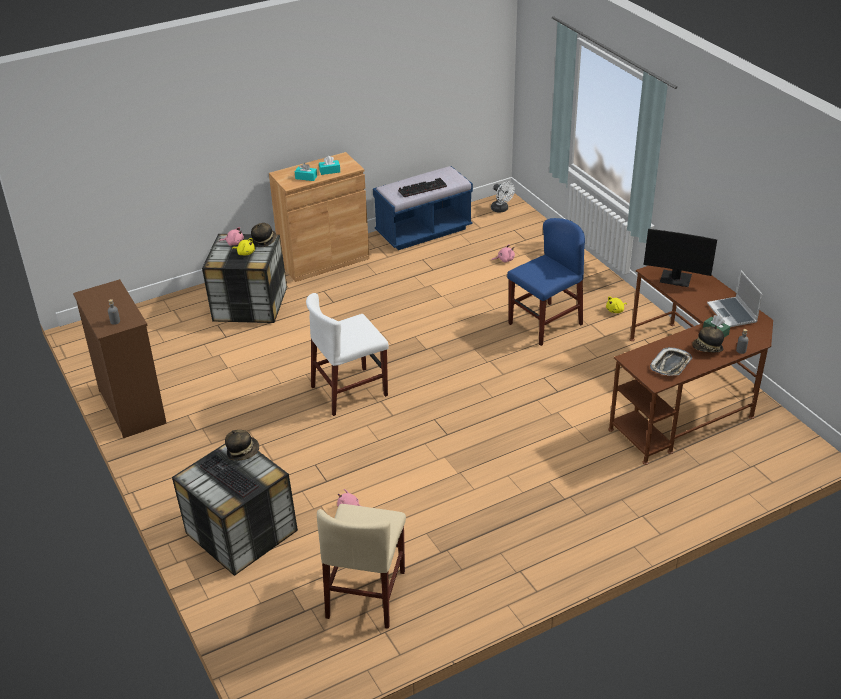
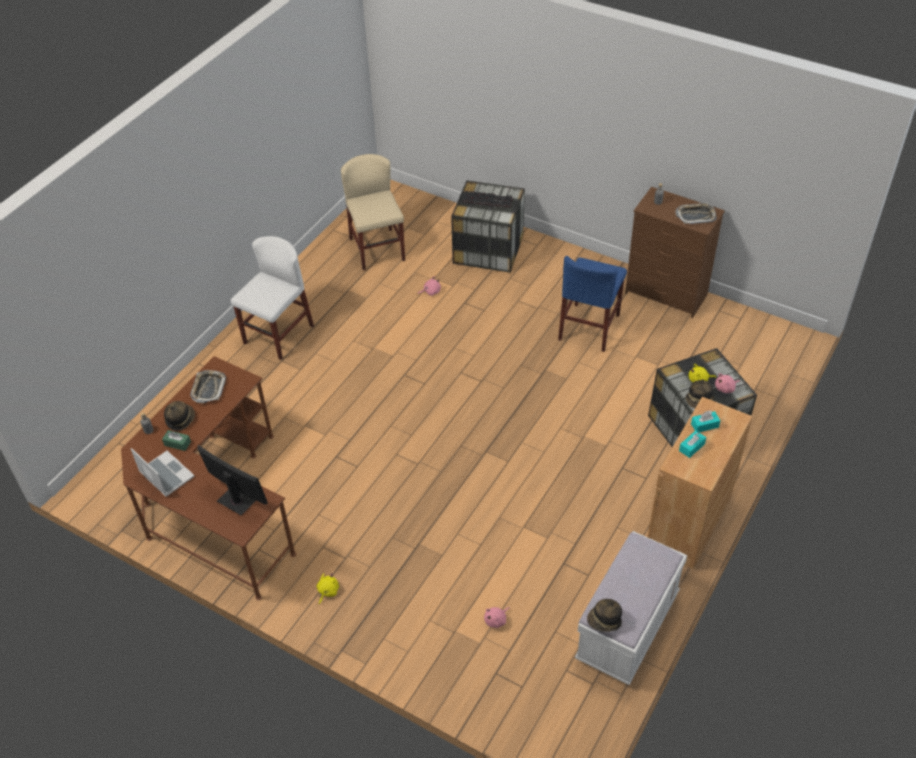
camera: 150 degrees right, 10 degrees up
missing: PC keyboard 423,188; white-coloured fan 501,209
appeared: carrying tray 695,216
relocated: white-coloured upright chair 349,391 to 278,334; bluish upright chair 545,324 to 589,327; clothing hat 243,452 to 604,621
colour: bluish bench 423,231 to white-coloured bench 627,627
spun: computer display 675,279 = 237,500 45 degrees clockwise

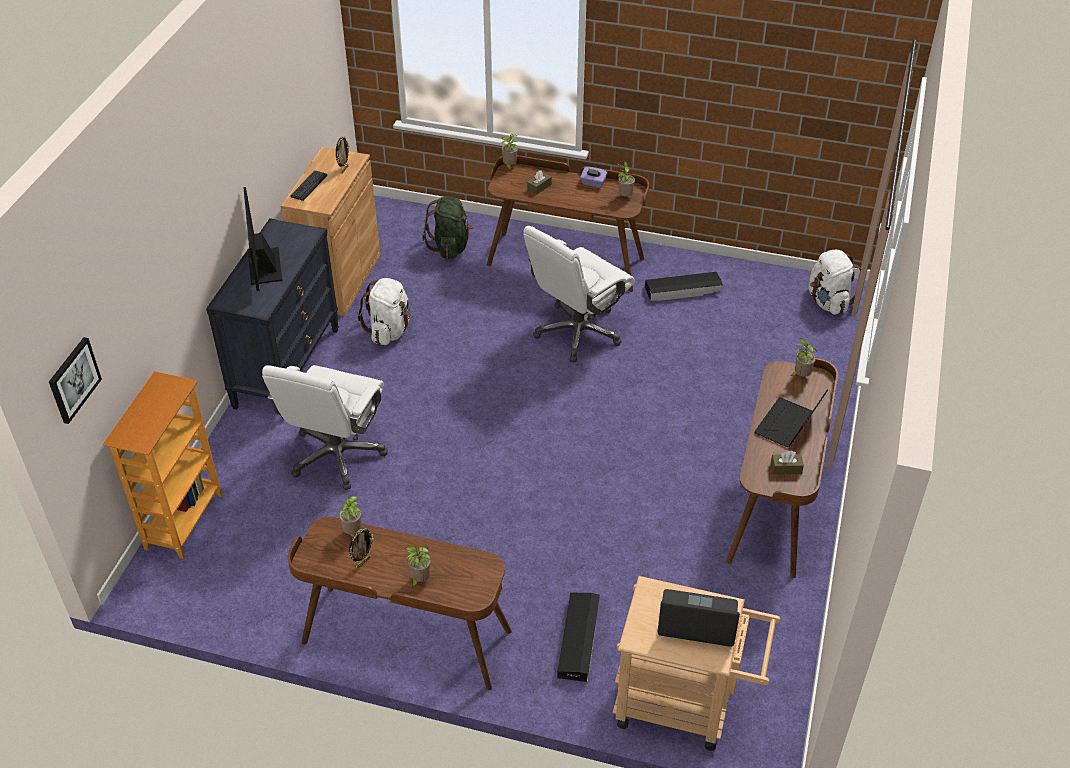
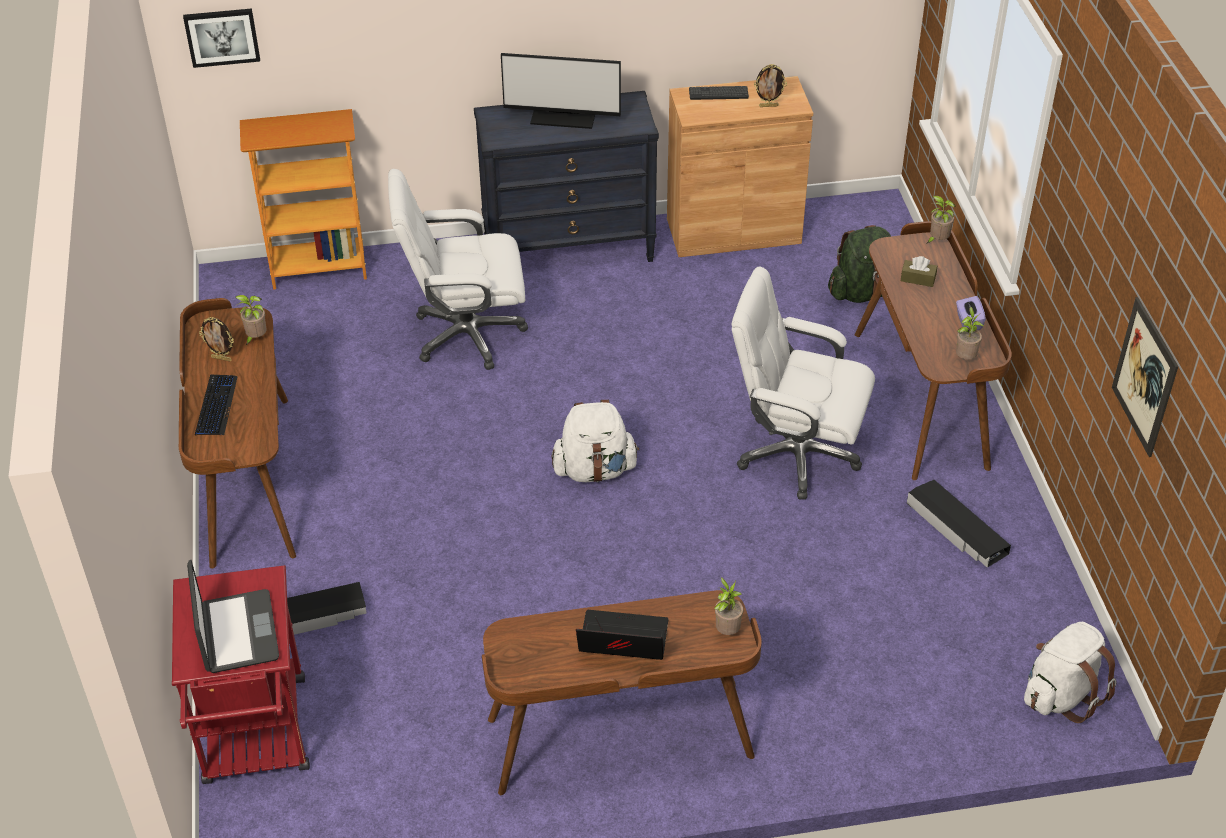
camera: 65 degrees right, 0 degrees up
missing: brown-coloured tissue box 786,468
appeared: wall art 1144,377
relocated: white-coloured knapsack 389,330 to 595,470
exchanged: houseplant 420,580 to PC keyboard 216,406
colour: beige cart 685,705 to reddish cart 256,740
spun: computer display 263,266 = 563,117 135 degrees counterclockwise

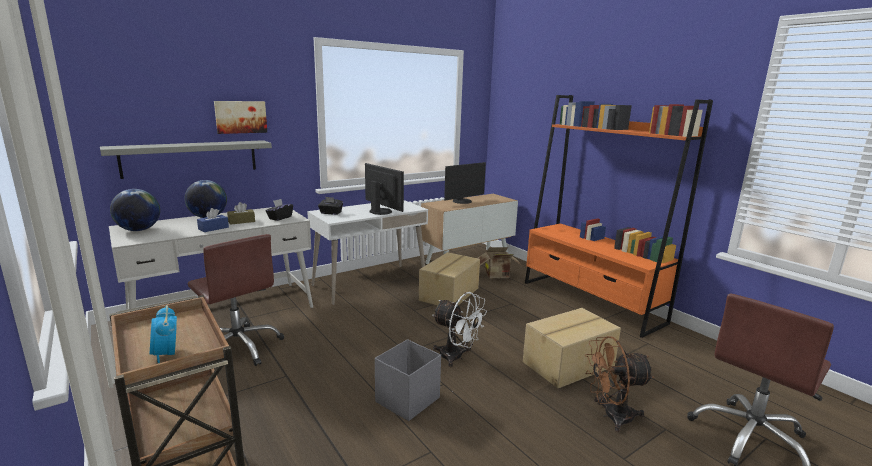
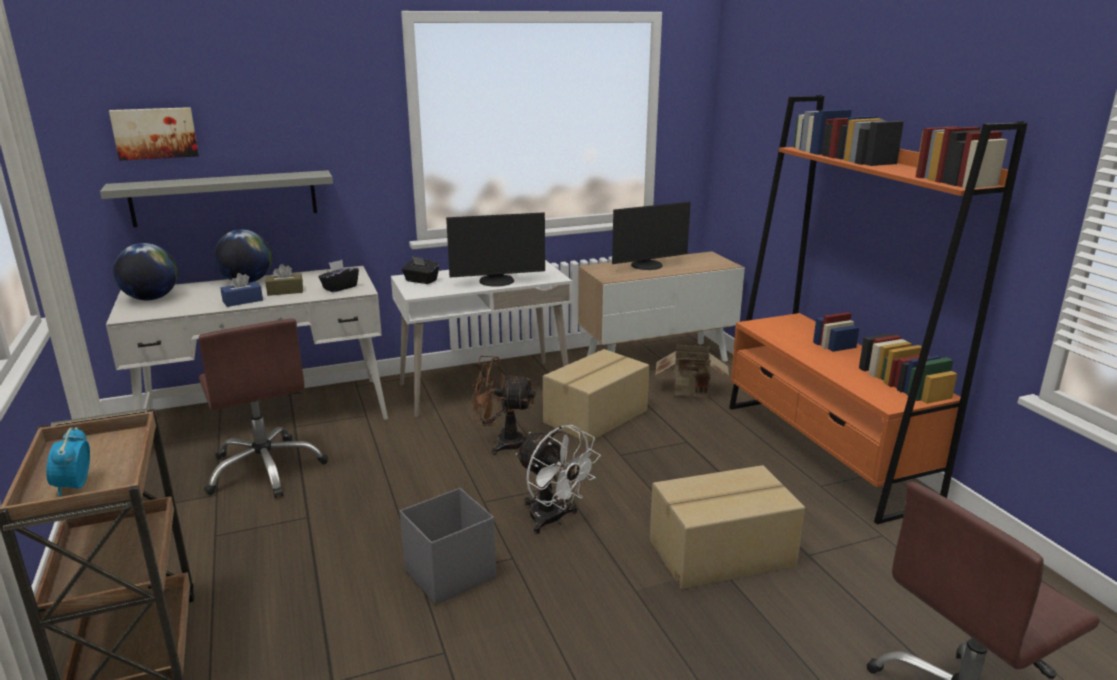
camera: 15 degrees right, 5 degrees up
relocated: wall art 240,117 to 155,133; brown-coloured fan 611,416 to 502,443
spun: computer display 381,211 = 497,281 105 degrees clockwise

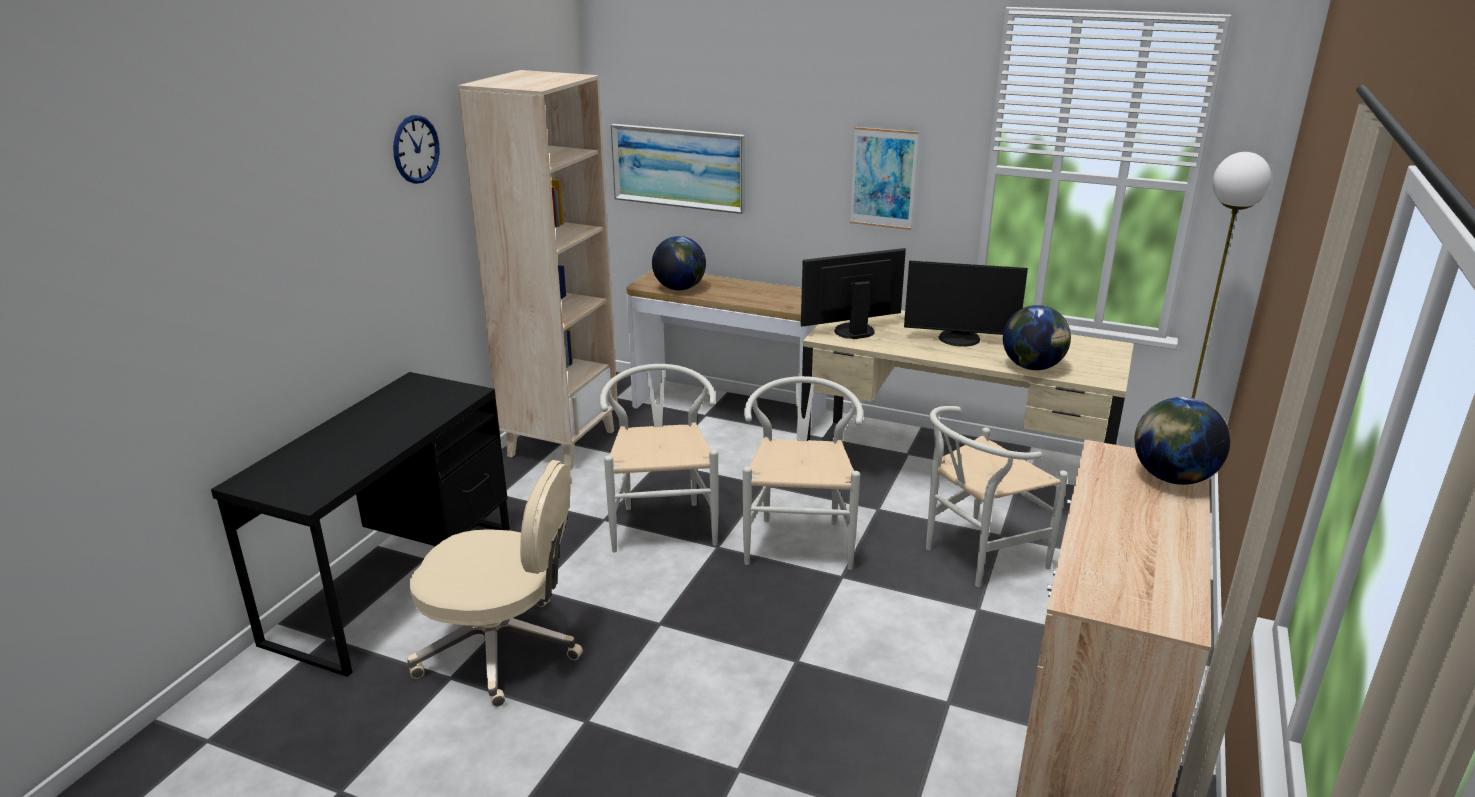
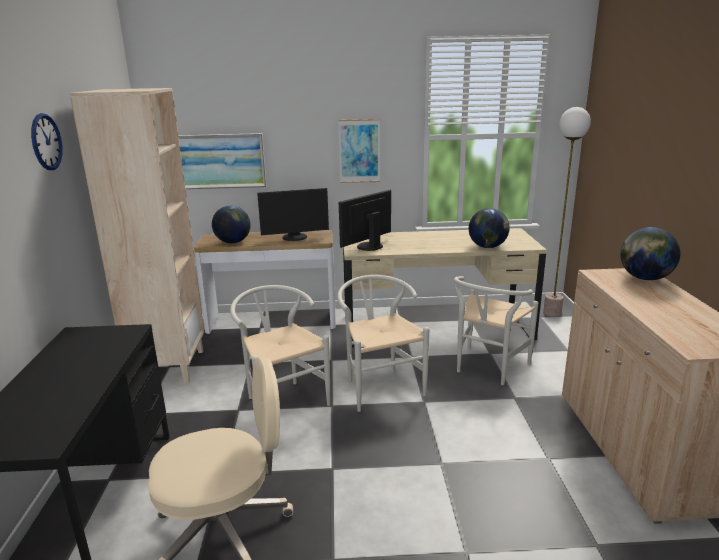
camera: 25 degrees left, 5 degrees down
relocated: computer display 959,339 to 295,238

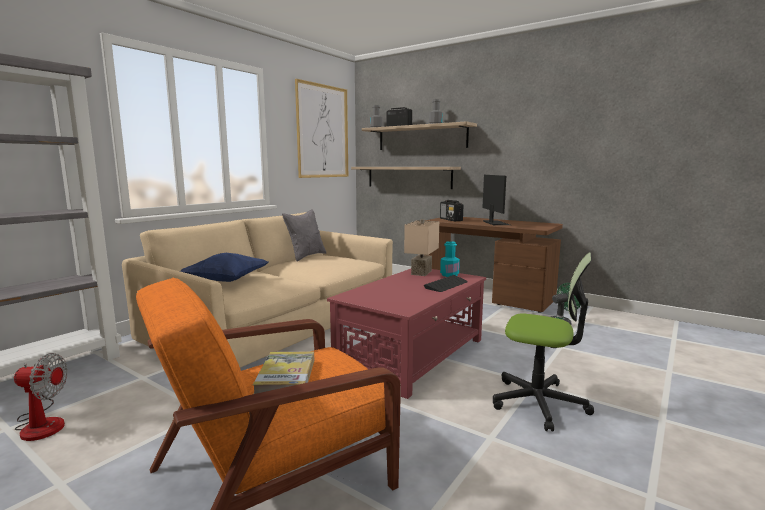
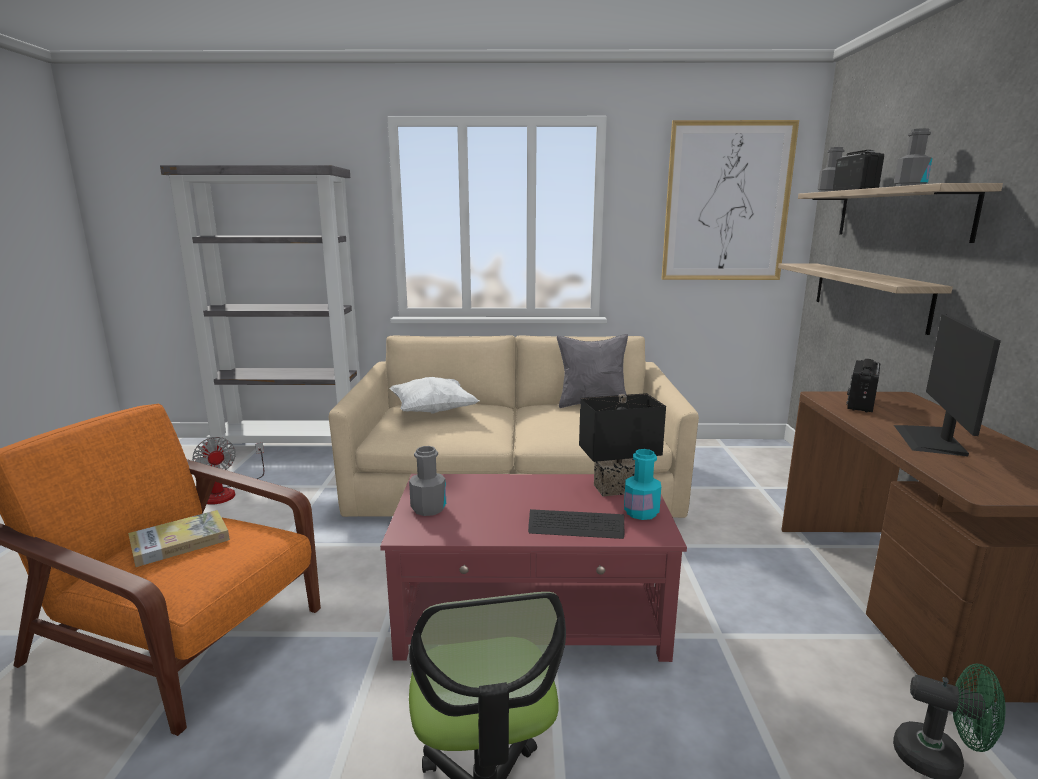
camera: 55 degrees right, 5 degrees up
appeared: grey drink bottle 428,508
colour: bluish cushion 227,280 to white-coloured cushion 433,411; beige tabletop lamp 420,272 to black tabletop lamp 617,487
spun: computer display 495,223 = 931,440 150 degrees clockwise

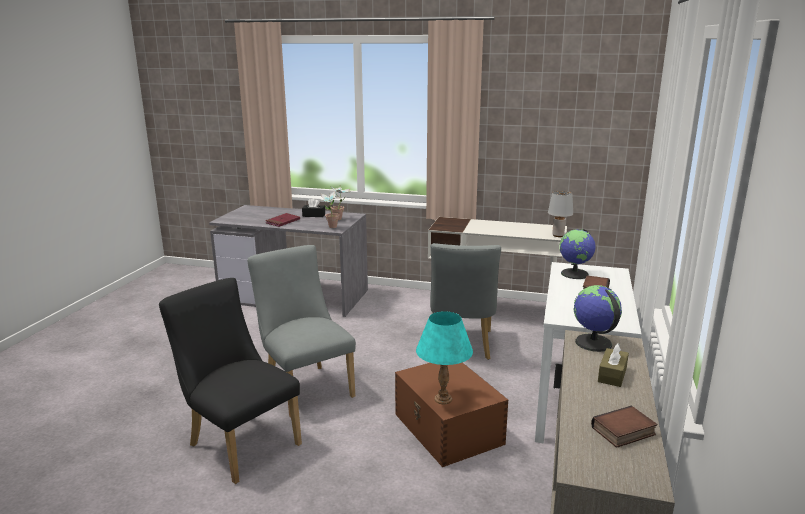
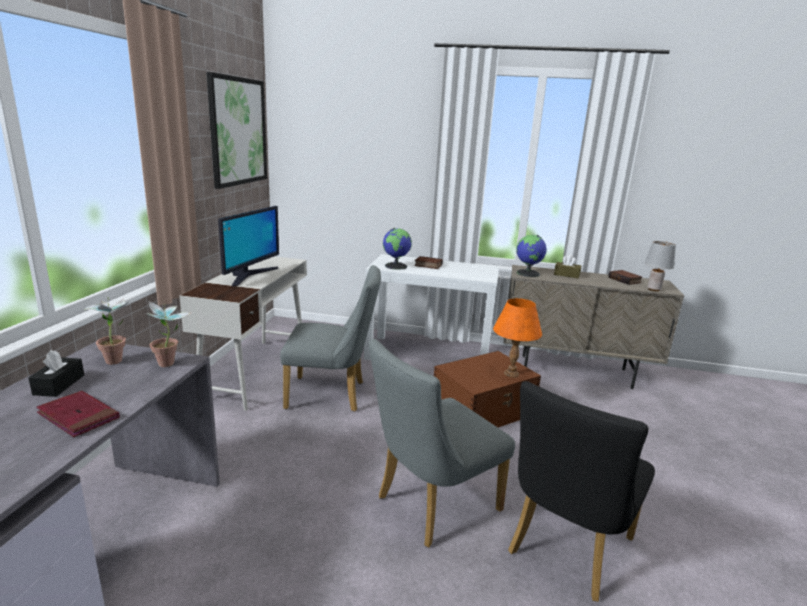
camera: 95 degrees left, 0 degrees up
appeared: wall art 238,131; computer display 249,275
relocated: grey tabletop lamp 558,235 to 653,289
colour: turquoise-coloured tabletop lamp 442,399 to orangey tabletop lamp 511,374

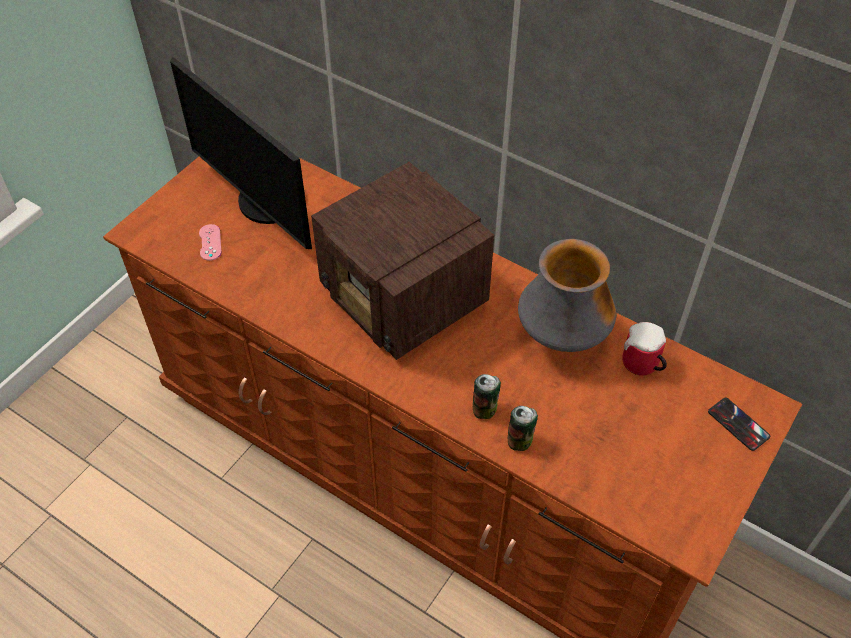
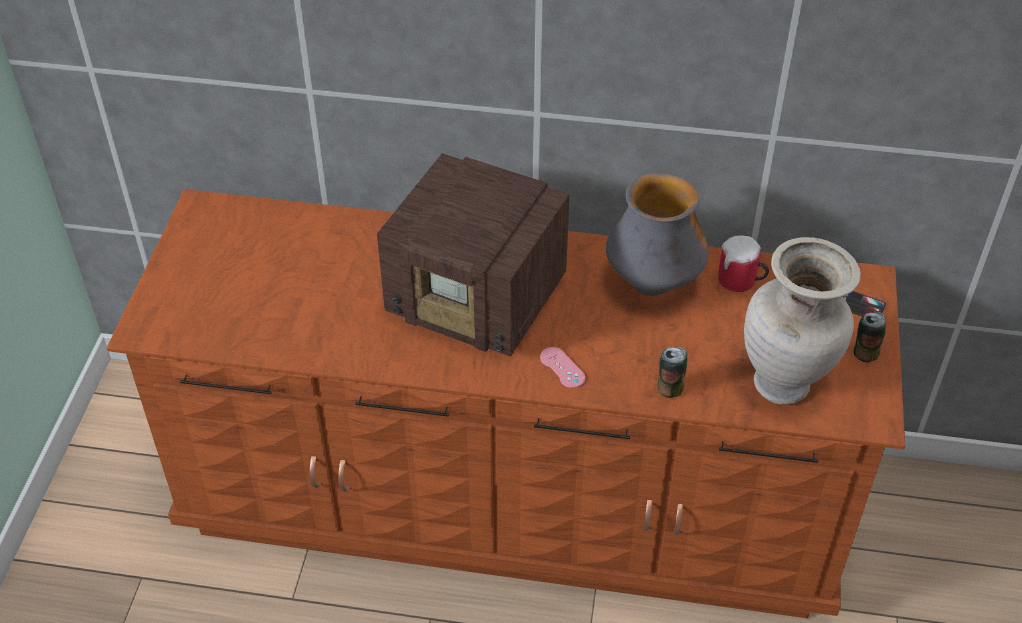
camera: 25 degrees left, 5 degrees down
missing: computer display 265,204
appeared: beige vase 784,386
relocated: pinkish joypad 210,242 to 562,368; sealed can 485,409 to 865,352

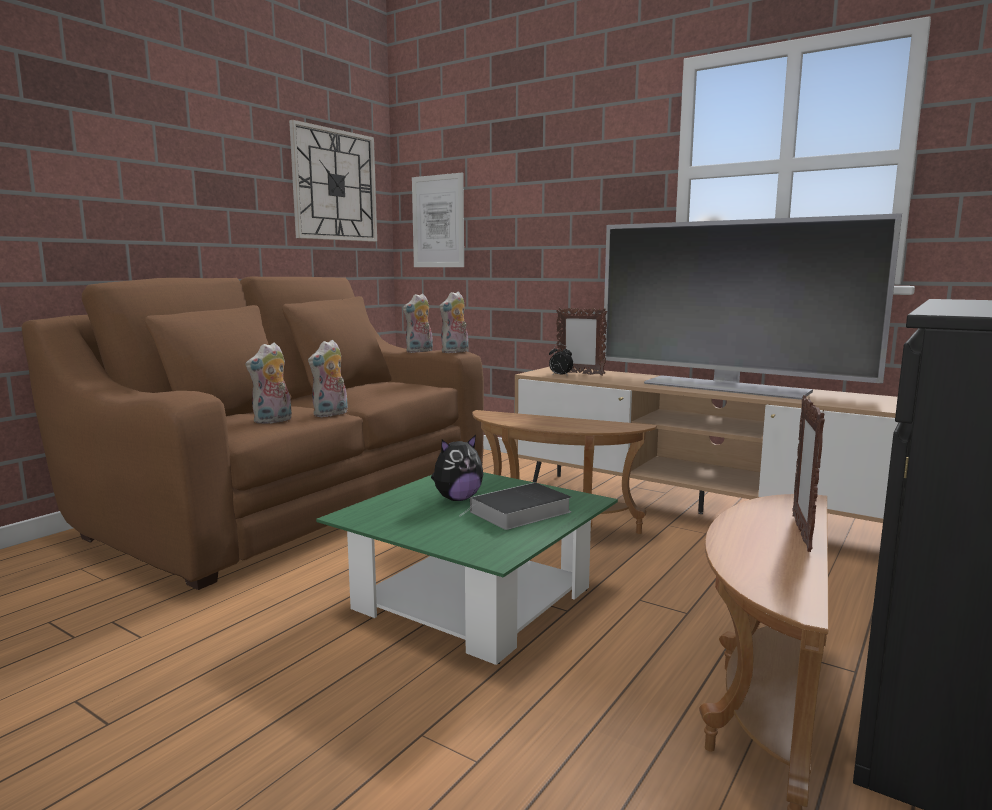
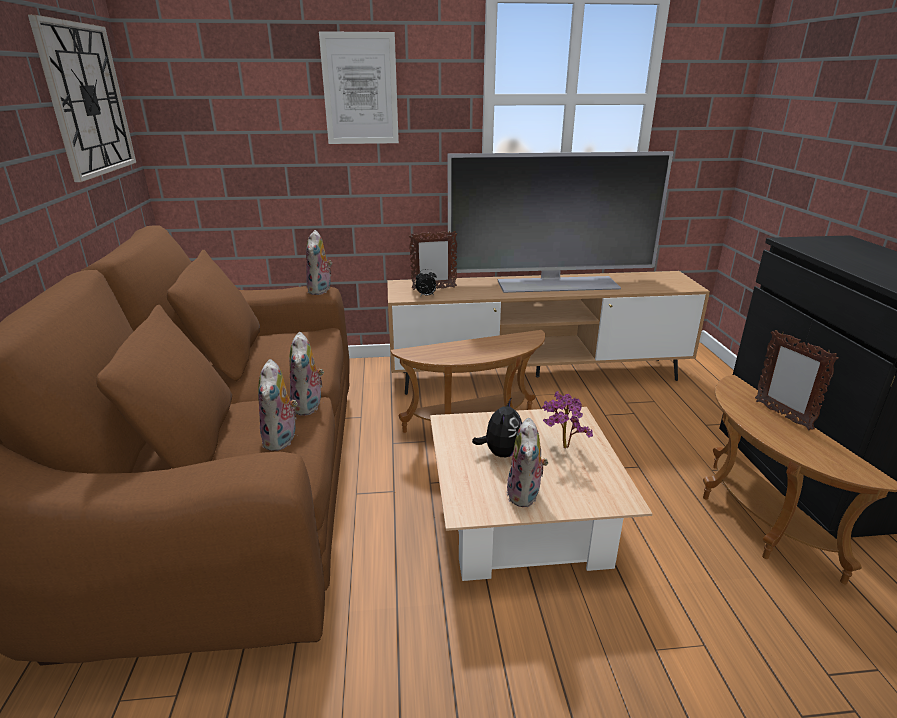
camera: 40 degrees left, 15 degrees up
relocated: wall art 438,221 to 360,89; soft toy 419,351 to 525,495
exchanged: bound book 519,512 to houseplant 561,448
colour: green-coloured low table 473,599 to beige low table 522,521

